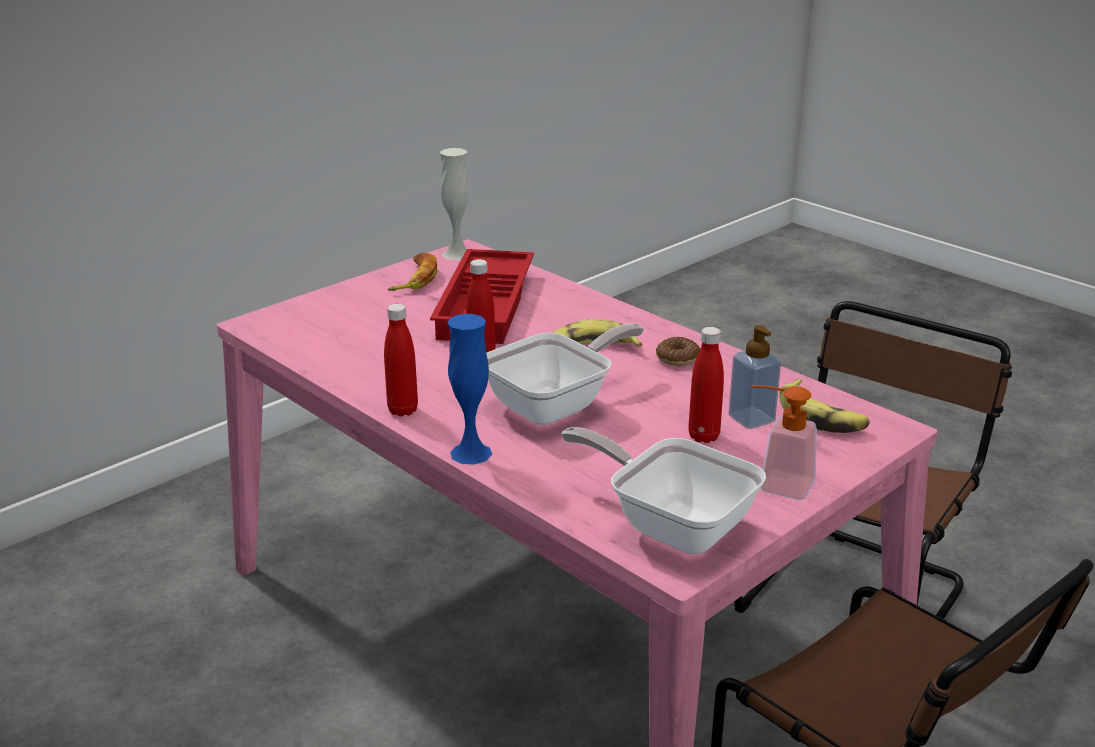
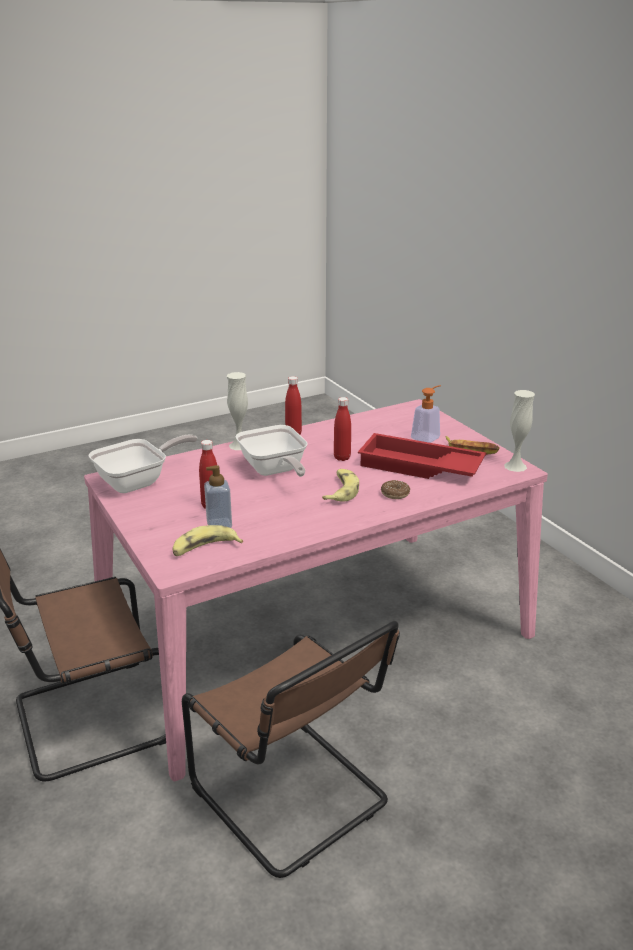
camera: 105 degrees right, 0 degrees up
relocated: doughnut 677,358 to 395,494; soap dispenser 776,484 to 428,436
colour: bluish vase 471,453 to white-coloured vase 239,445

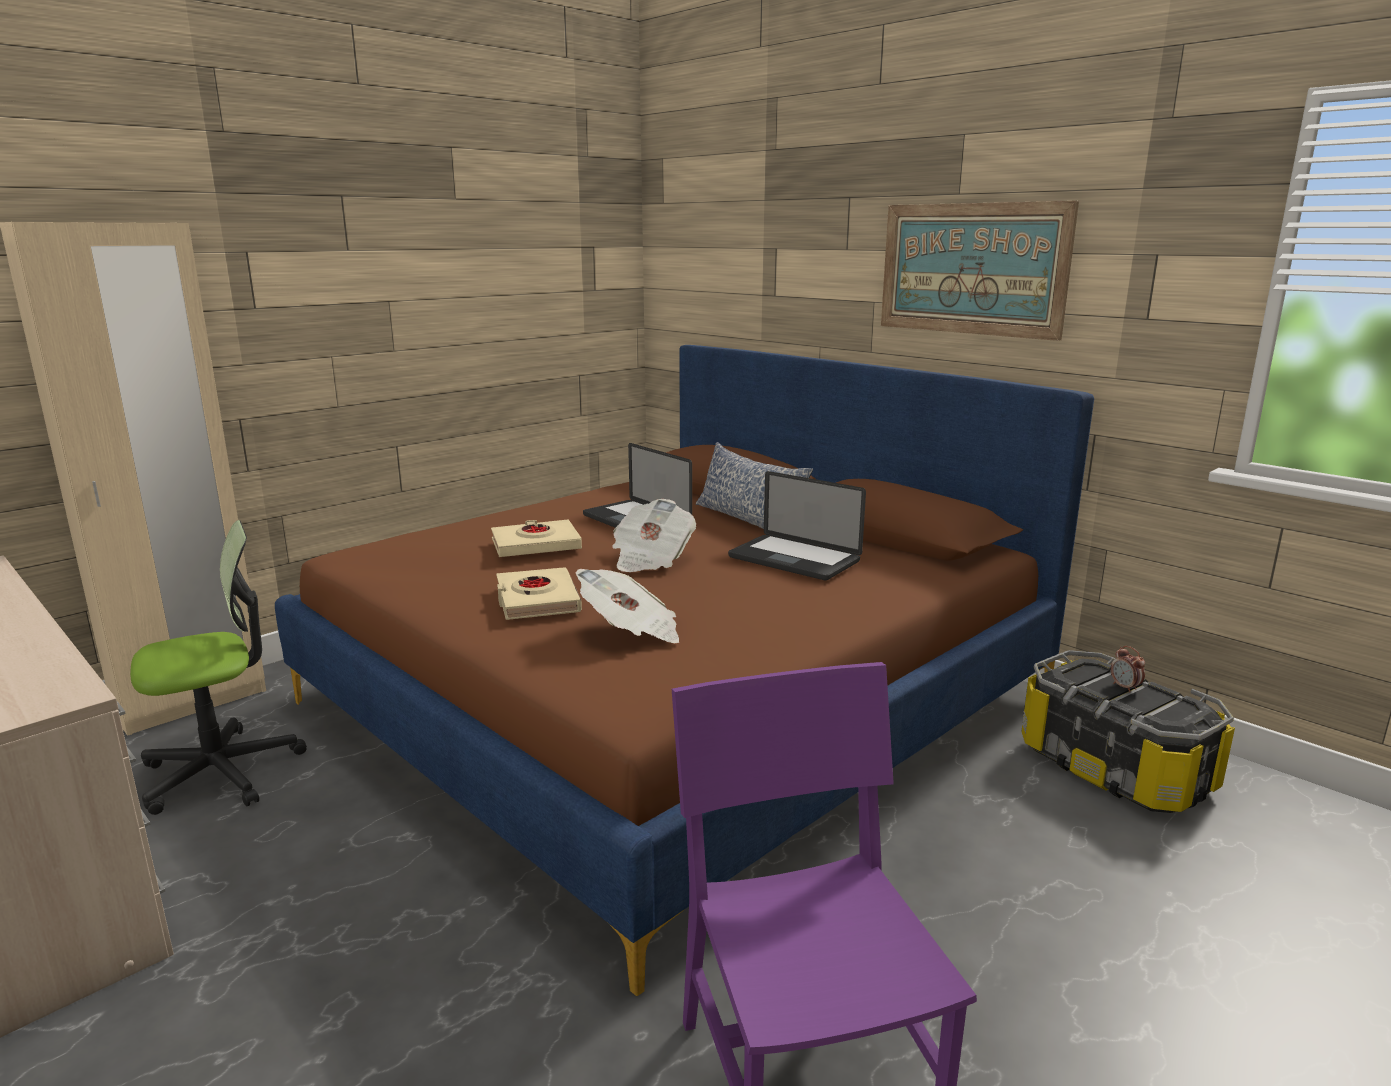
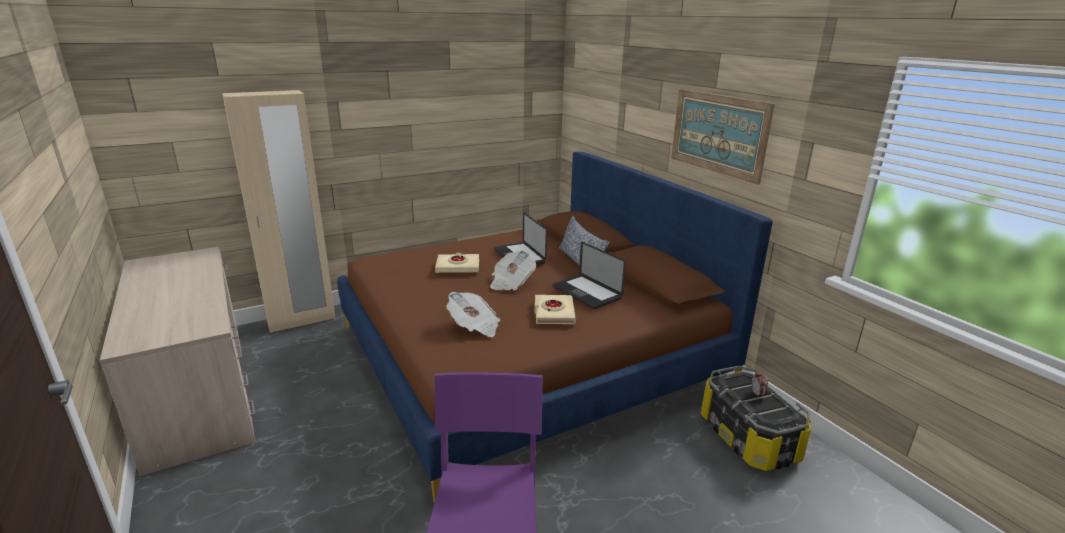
camera: 15 degrees right, 5 degrees up
missing: office chair 222,771
relocated: beige bound book 537,600 to 554,313

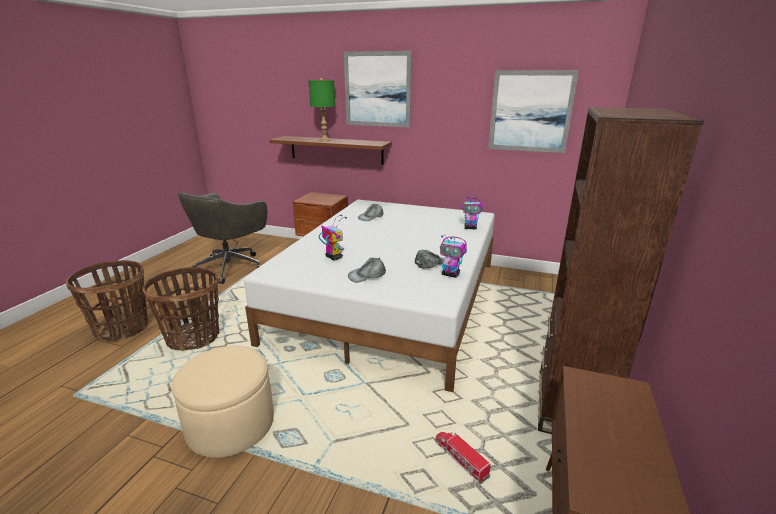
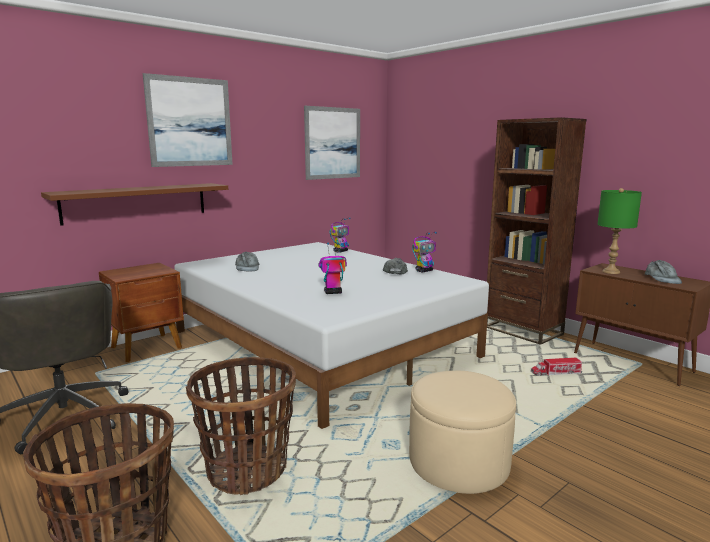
camera: 60 degrees left, 10 degrees down
relocated: green-coloured tabletop lamp 324,140 to 610,272; grey peaked cap 367,275 to 662,278

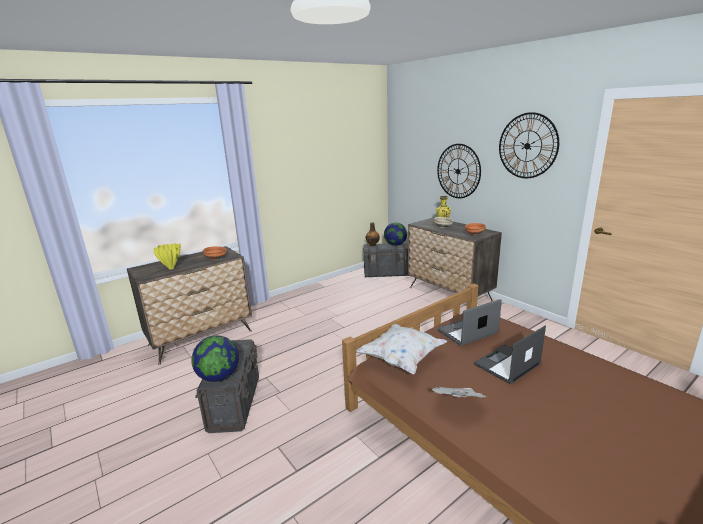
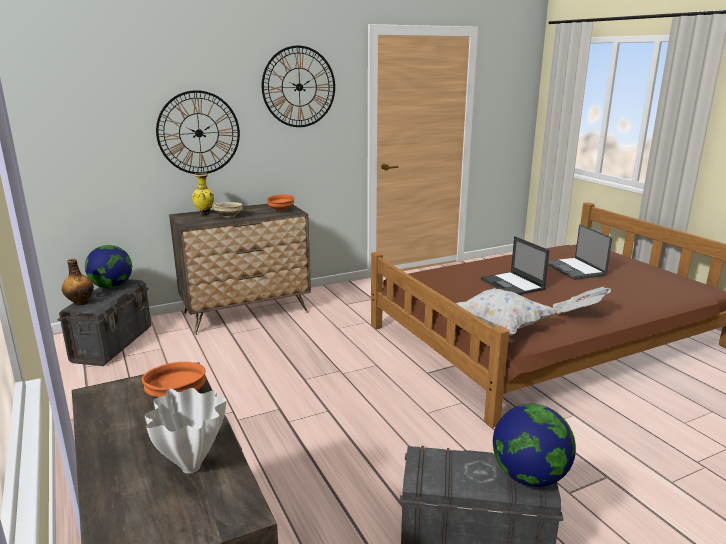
camera: 80 degrees left, 0 degrees up
relocated: portable computer 468,333 to 575,269
colour: yellow vase 170,268 to white-coloured vase 191,468

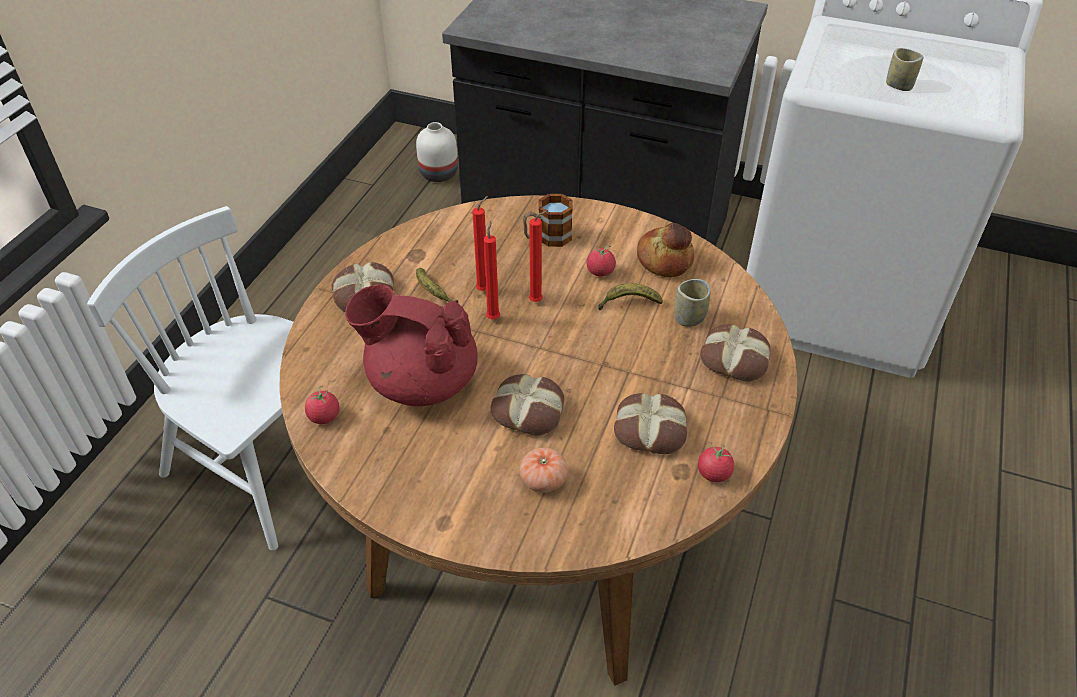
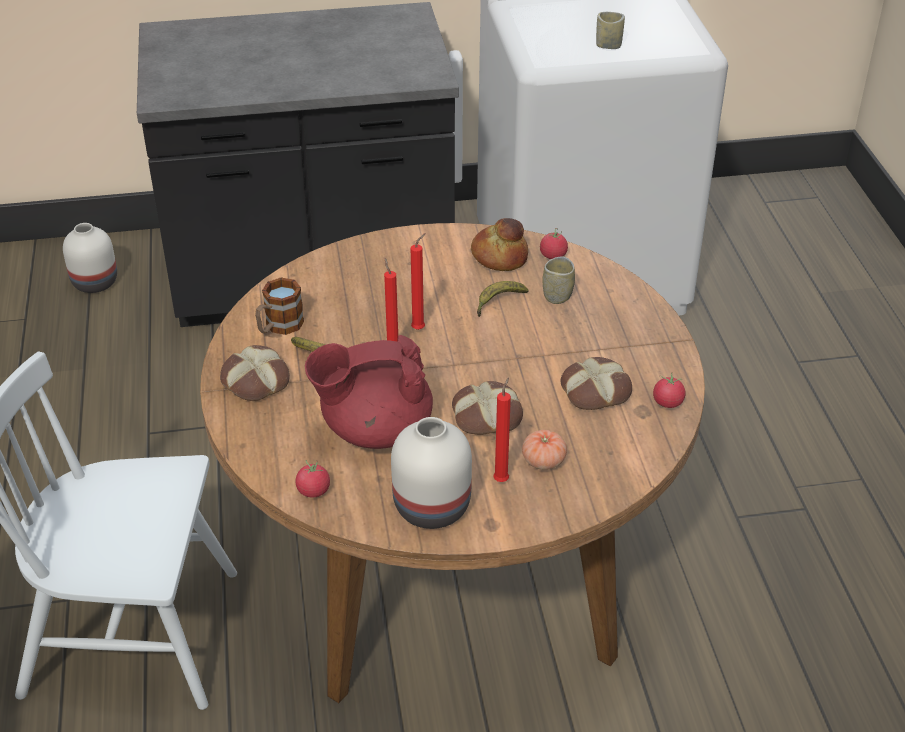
camera: 30 degrees left, 5 degrees down
missing: bakery bread 735,358
appeared: white-coloured vase 433,508
relocated: coffee mug 547,238 to 279,327; reddish wax light 485,289 to 502,479; whole tomato 600,272 to 553,256

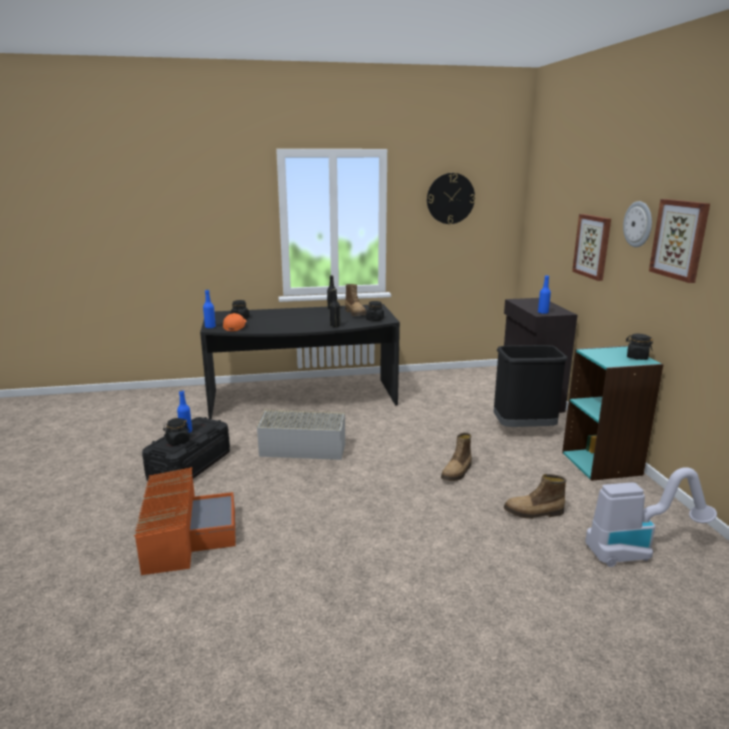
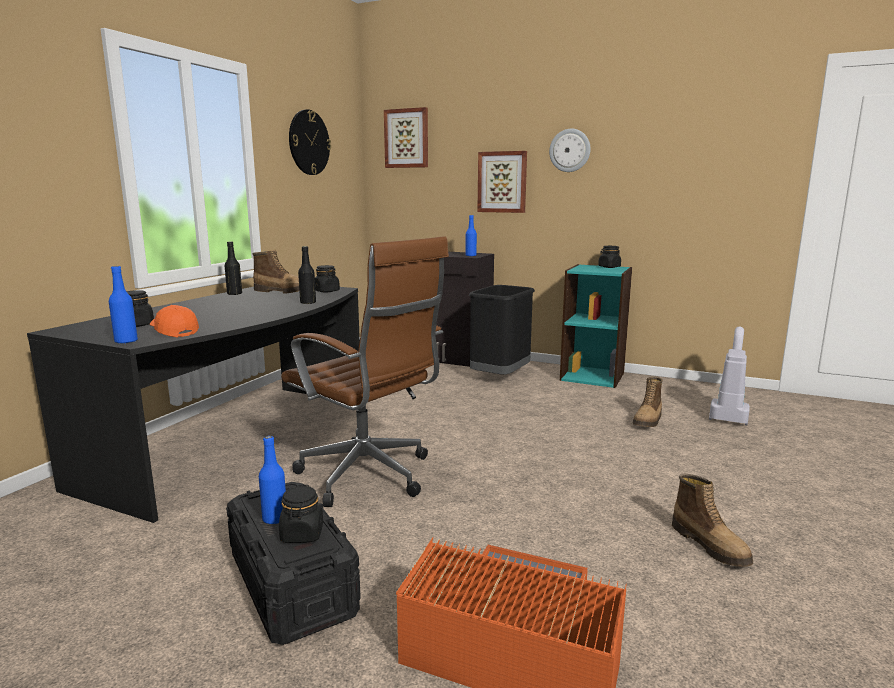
camera: 55 degrees left, 5 degrees down
relocated: wall art 680,239 to 407,138; high-top boot 457,472 to 710,545
exchanged: grey storage box 303,445 to brown-coloured office chair 369,477

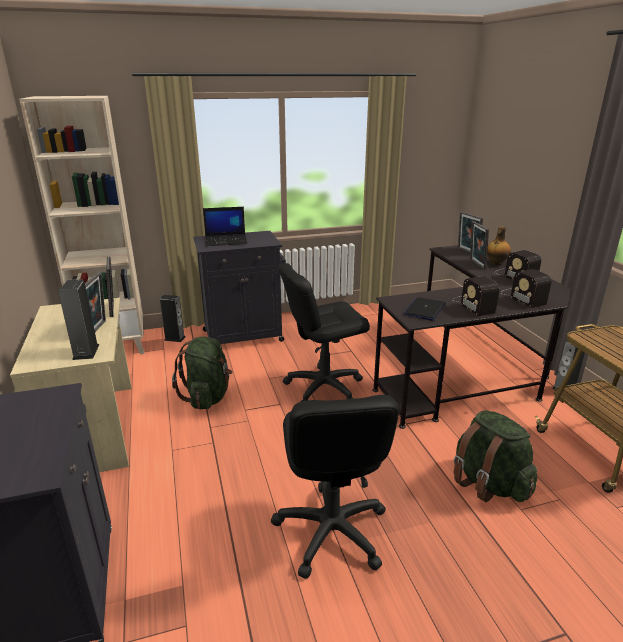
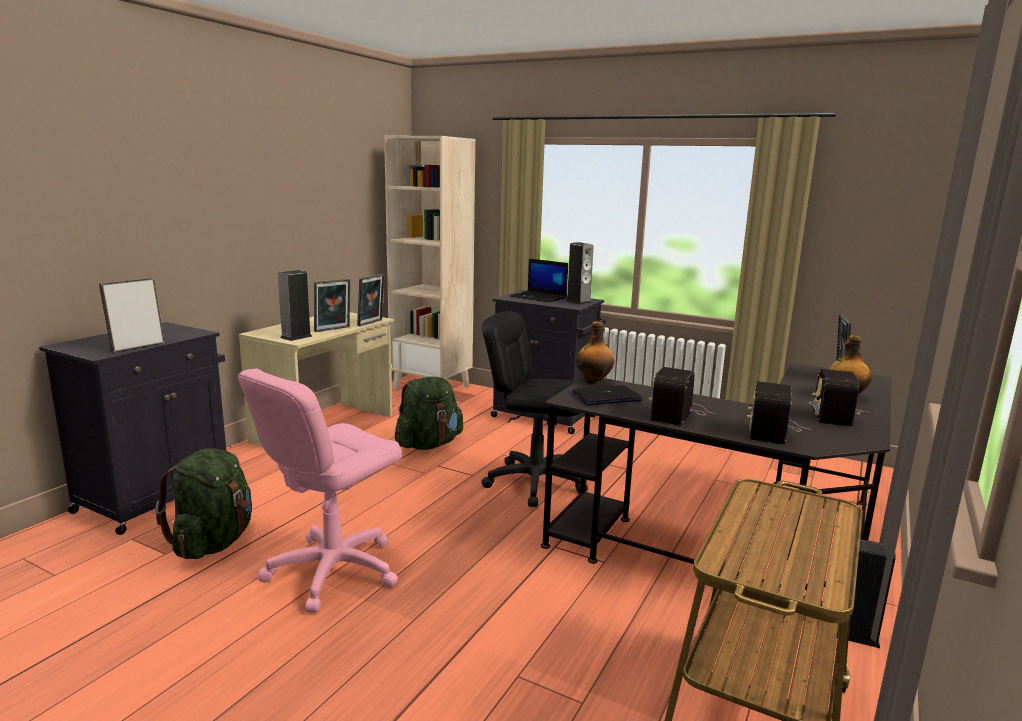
camera: 45 degrees right, 10 degrees down
appeared: drink bottle 594,381
relocated: photo frame 476,264 to 137,347; green-coloured knapsack 488,483 to 214,542; loudspeaker 175,338 to 578,302
colour: black office chair 331,531 to pinkish office chair 332,570

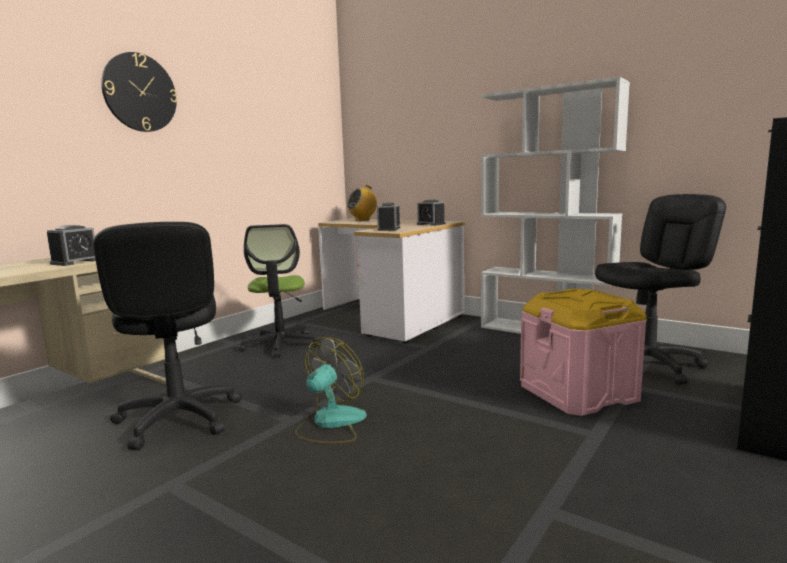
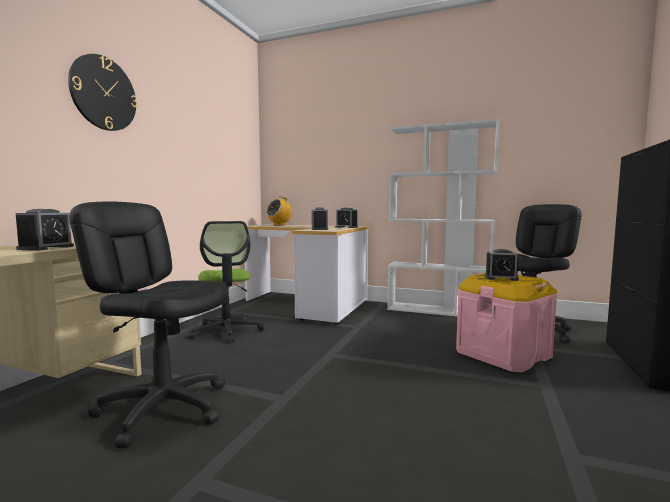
camera: 15 degrees left, 5 degrees down
missing: fan 330,423
appeared: table clock 501,278
spun: black office chair 178,419 = 164,408 150 degrees clockwise

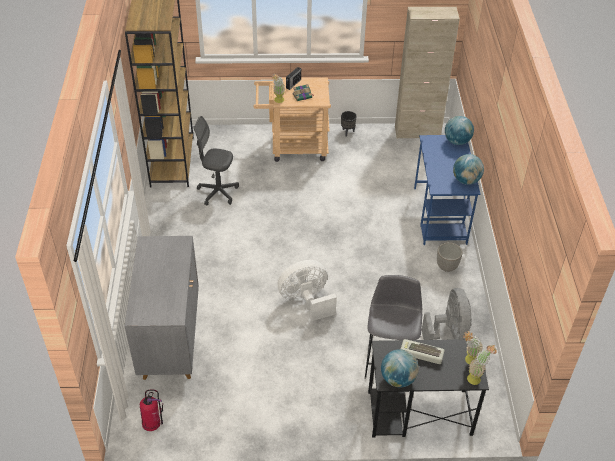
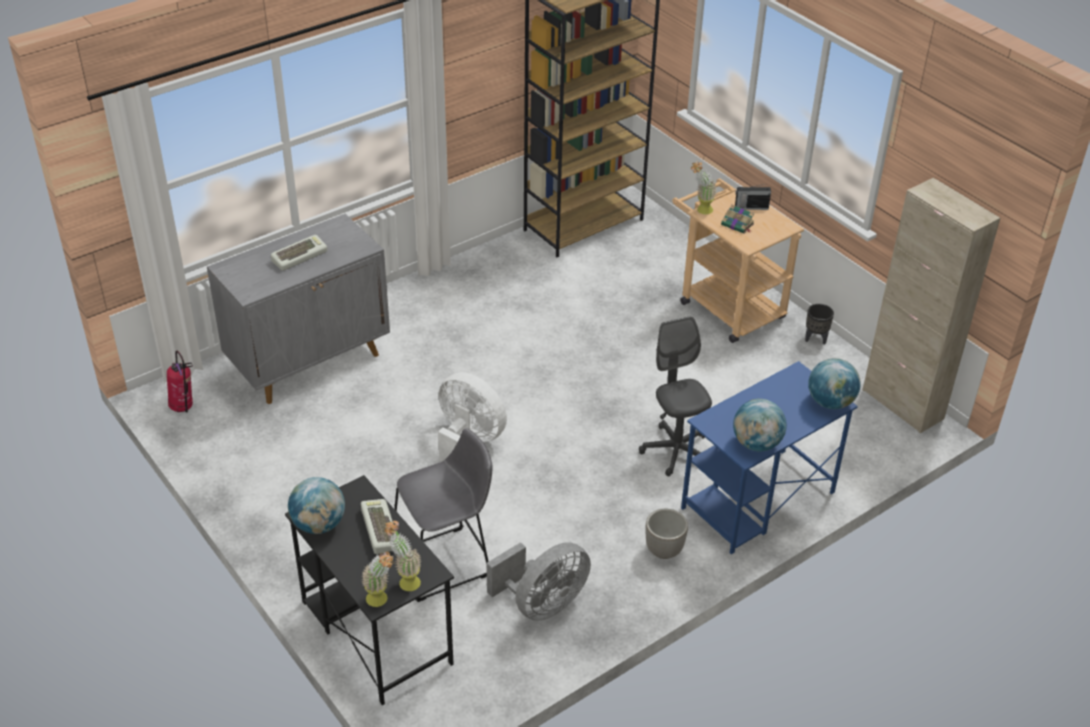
camera: 55 degrees right, 5 degrees down
appeared: PC keyboard 299,256
relocated: grey office chair 218,192 to 675,451

